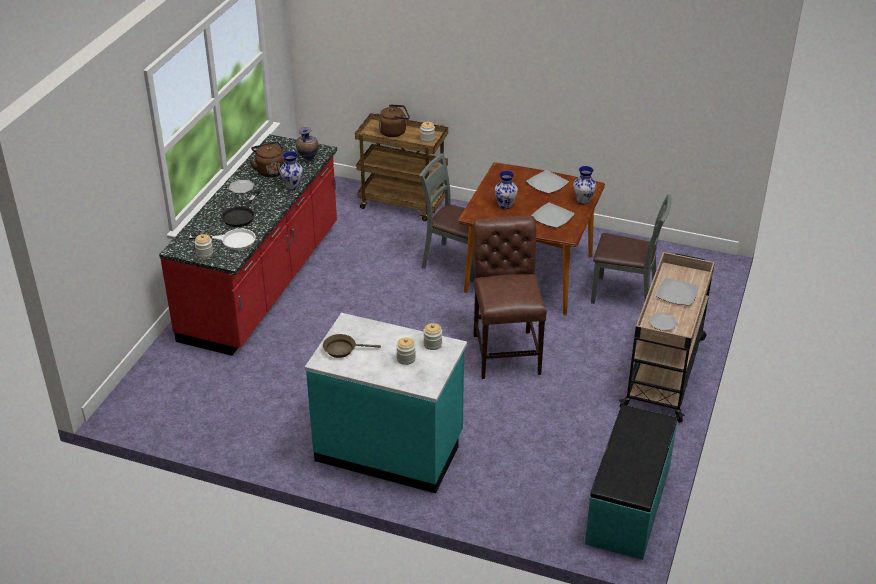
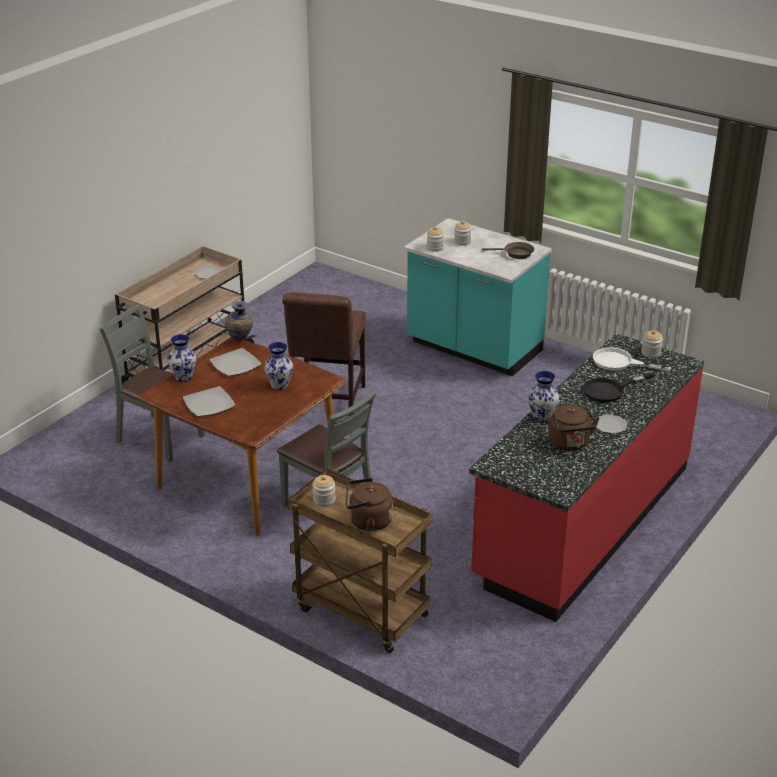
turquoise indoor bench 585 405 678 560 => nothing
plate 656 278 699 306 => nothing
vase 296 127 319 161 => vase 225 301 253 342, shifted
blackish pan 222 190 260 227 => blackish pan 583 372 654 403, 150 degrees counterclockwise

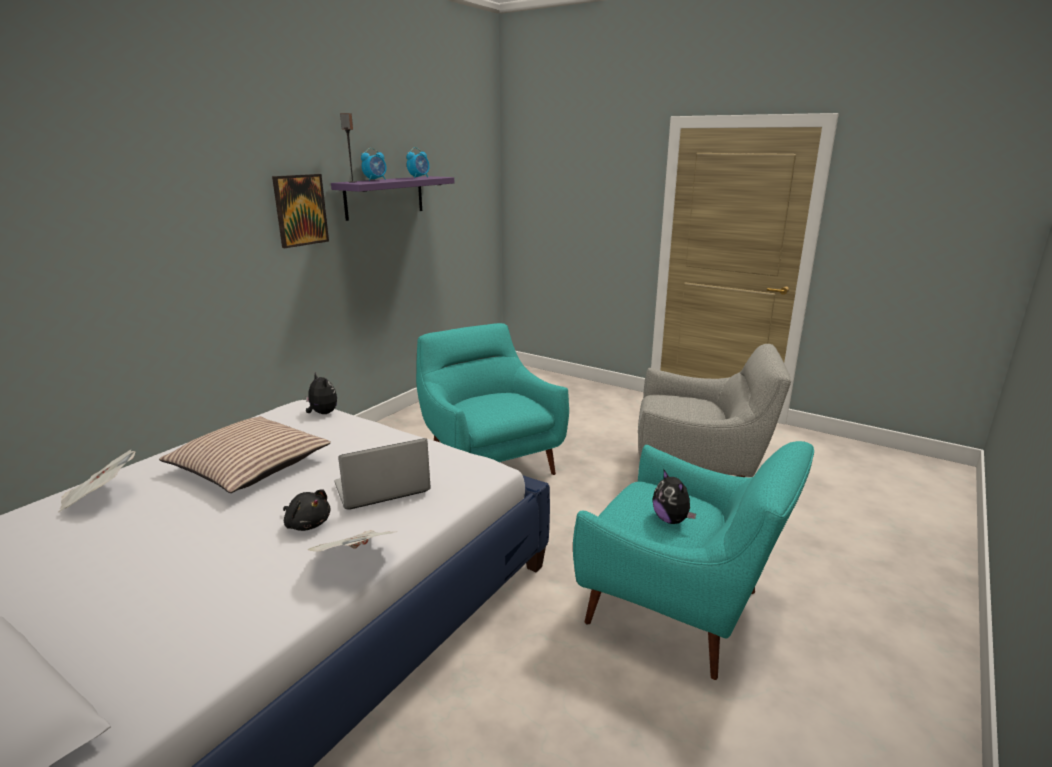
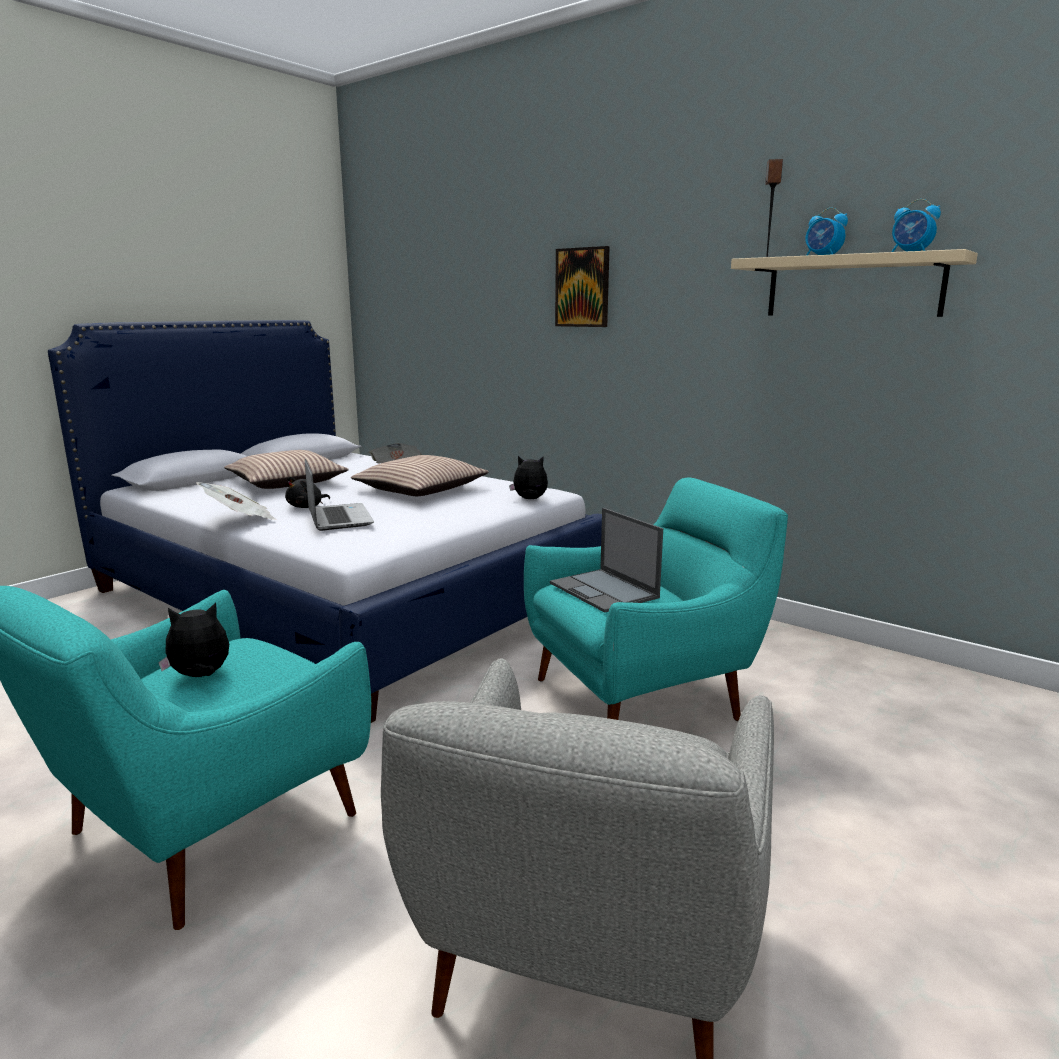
nothing => throw pillow 224 450 349 489
nothing => laptop 550 508 663 613
wall art 272 174 329 248 => wall art 555 246 610 327, shifted
purplish bracket shelf 331 176 454 221 => beige-coloured bracket shelf 731 249 978 317
plush toy 306 372 337 414 => plush toy 509 456 548 499, 135 degrees counterclockwise

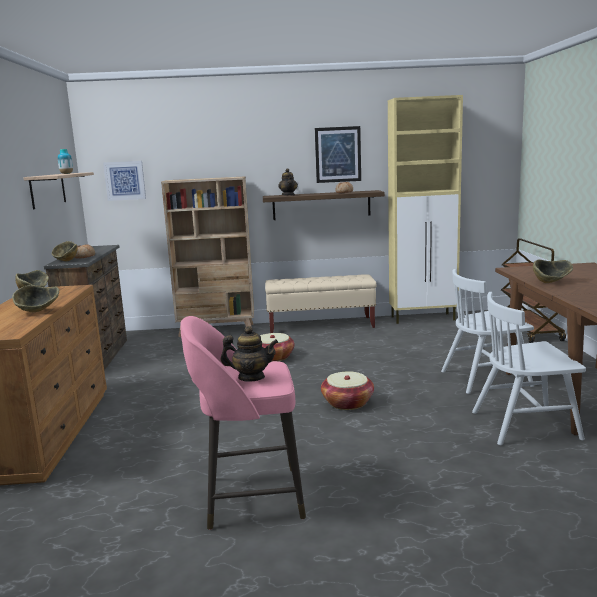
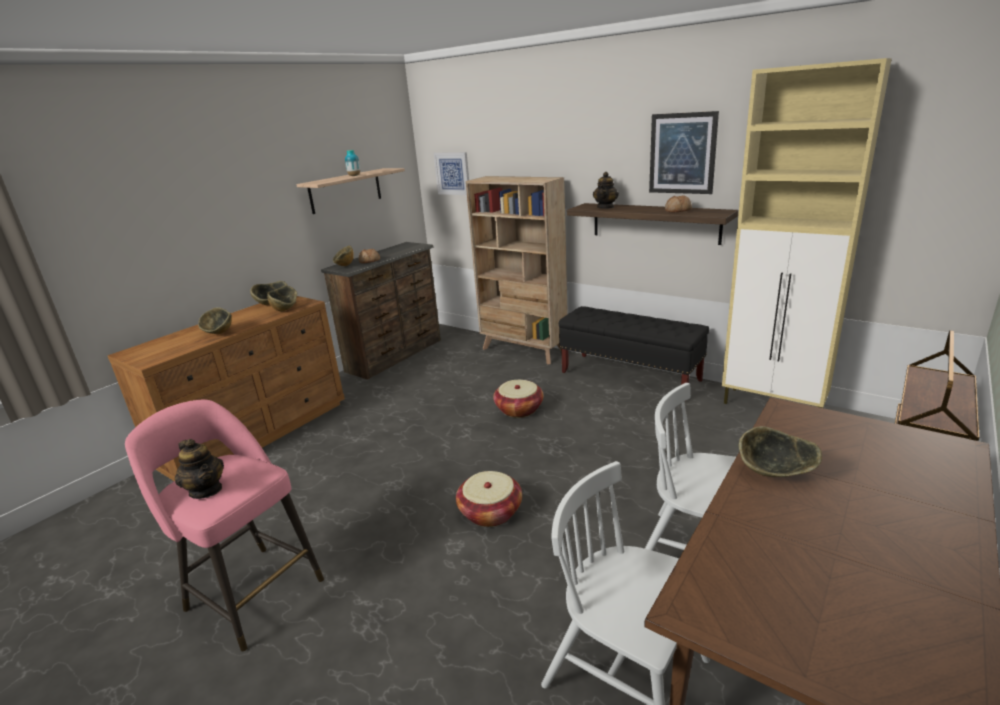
nothing => deep dish 267 286 297 312
beige-coloured indoor bench 265 274 376 333 => blackish indoor bench 559 306 709 385

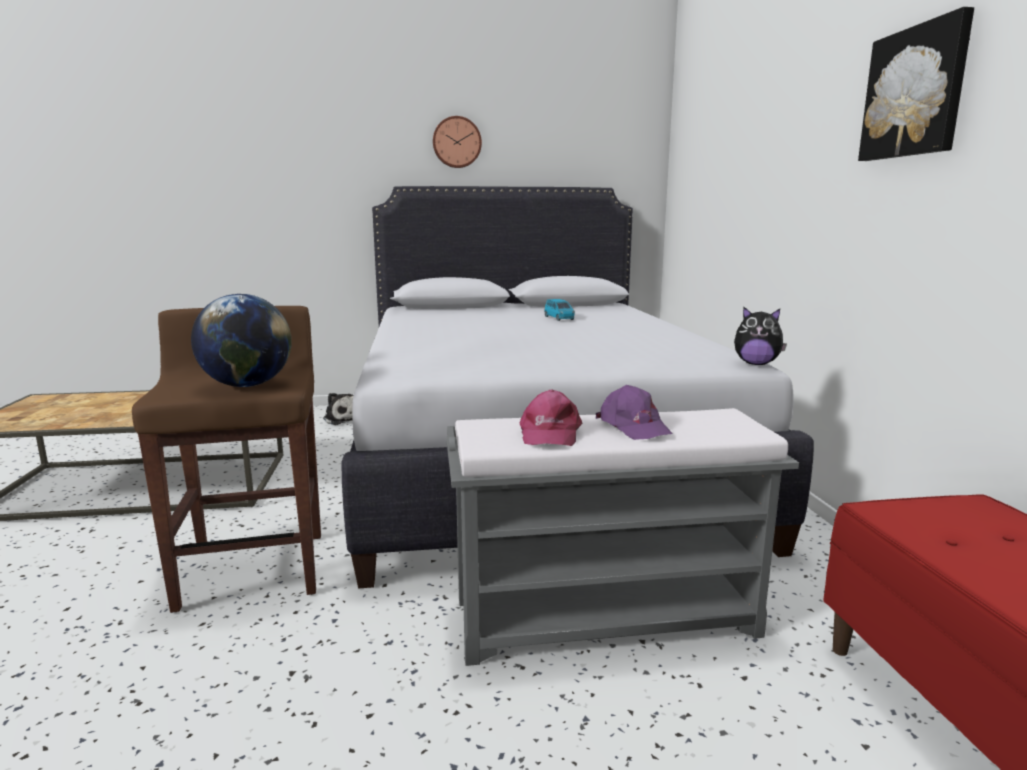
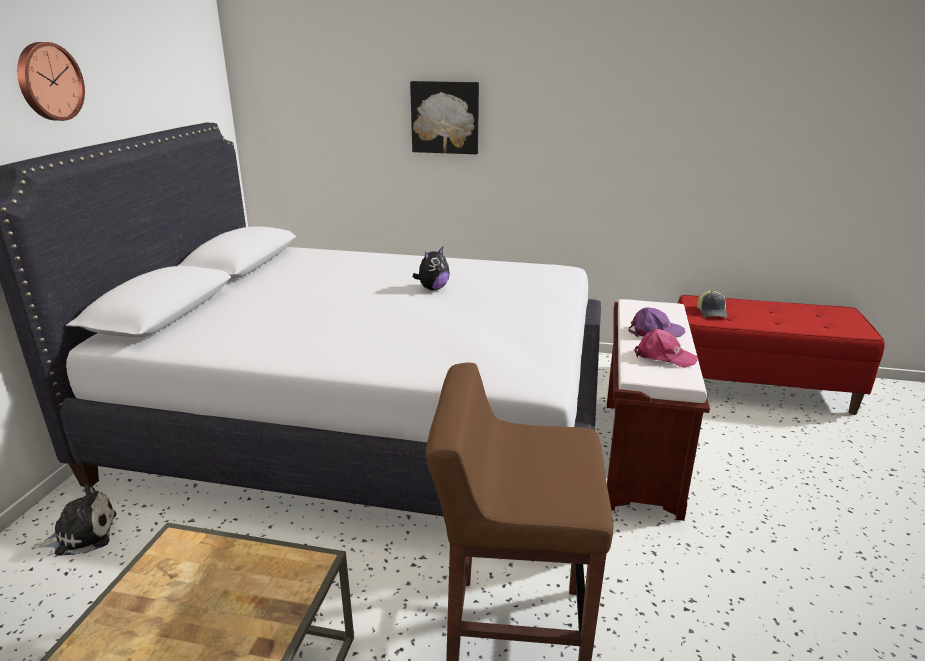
globe 191 294 292 387 => nothing
blue miniature car 545 299 575 321 => nothing
nothing => peaked cap 697 290 728 318
plush toy 734 307 787 365 => plush toy 412 247 450 290, shifted
wall art 858 7 975 161 => wall art 410 81 479 154, shifted
greyish indoor bench 446 408 799 666 => brown indoor bench 607 299 710 521

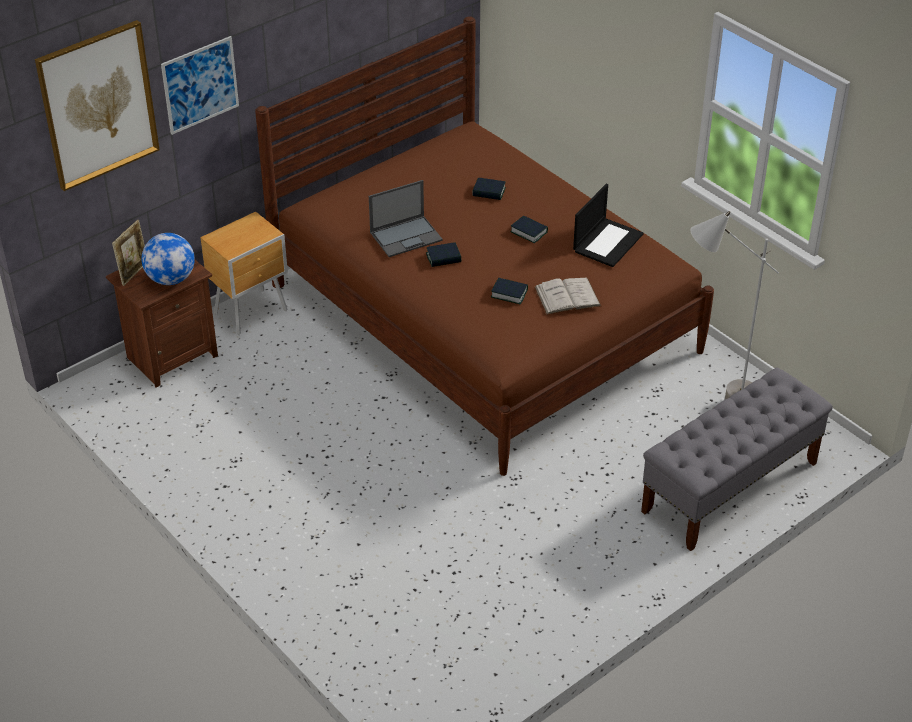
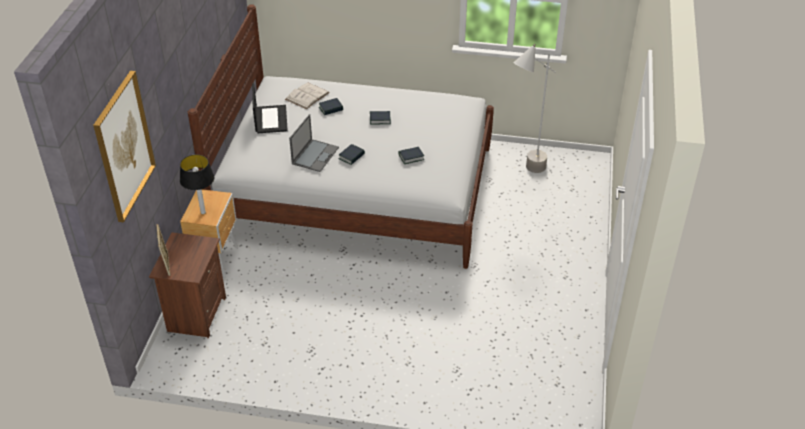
globe 142 233 195 285 => nothing
wall art 161 36 239 135 => nothing
greyish indoor bench 641 368 833 551 => nothing
nothing => table lamp 180 154 214 214
white-coloured book 534 278 601 315 => white-coloured book 285 83 330 109, shifted
laptop 573 184 643 267 => laptop 252 83 288 133, shifted
brown bedroom bed 255 16 714 476 => white-coloured bedroom bed 188 4 494 269

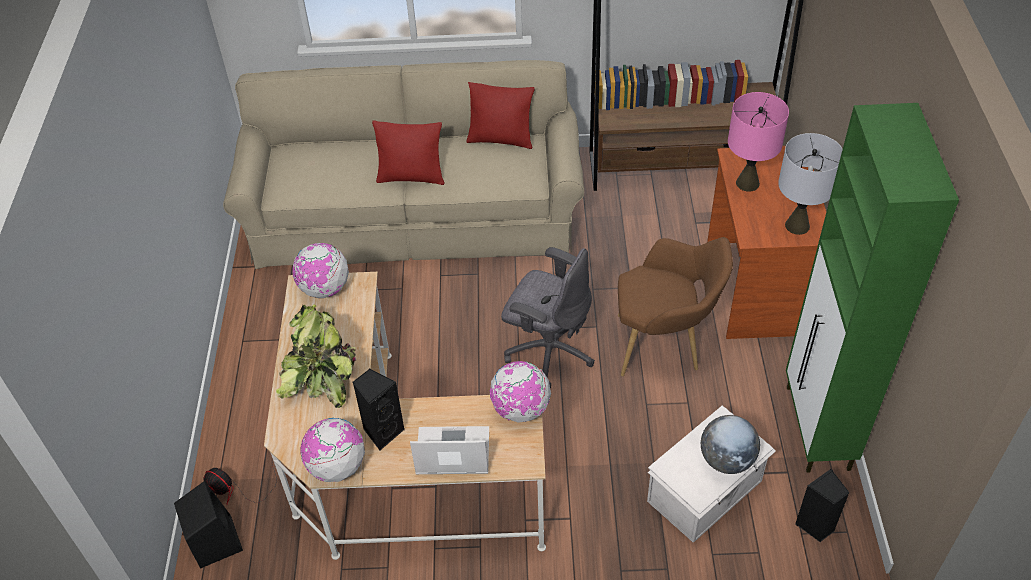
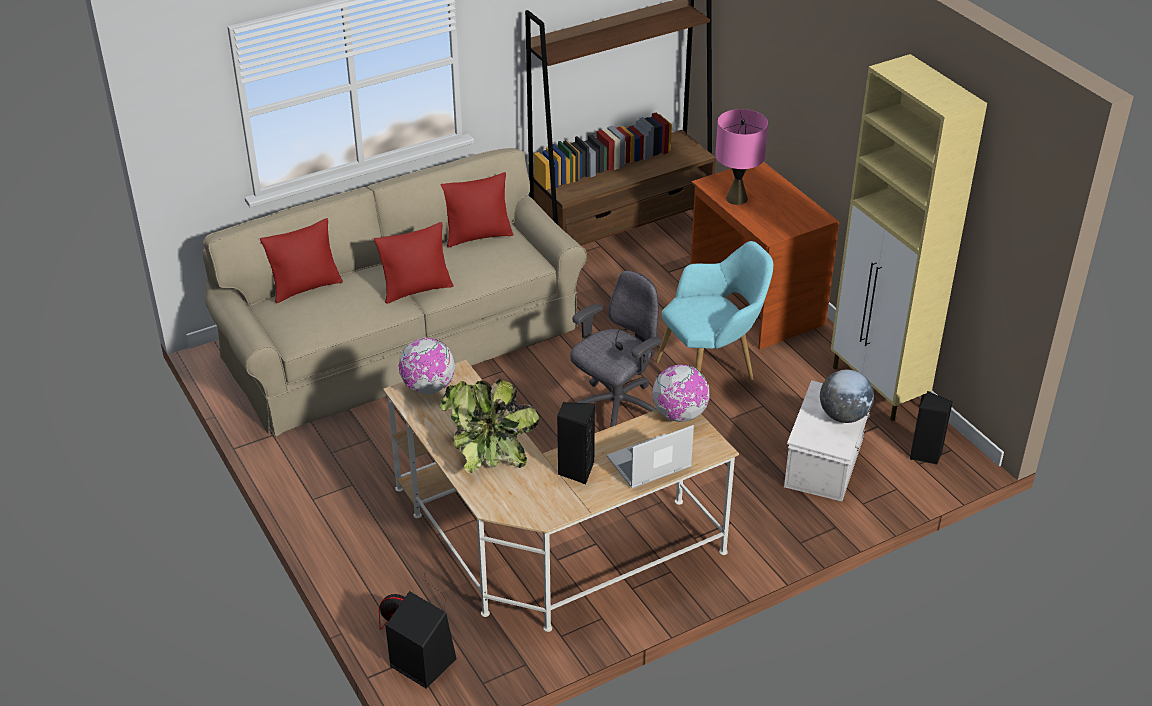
globe 300 418 365 482 => nothing
greyish table lamp 778 133 843 235 => nothing
nothing => reddish throw pillow 260 218 343 303
brown lounge chair 618 237 733 376 => turquoise lounge chair 655 241 773 380
green-coloured storage cabinet 786 103 959 473 => beige-coloured storage cabinet 831 54 987 421
greyish desk chair 501 247 595 388 => greyish desk chair 570 271 662 427, 45 degrees counterclockwise

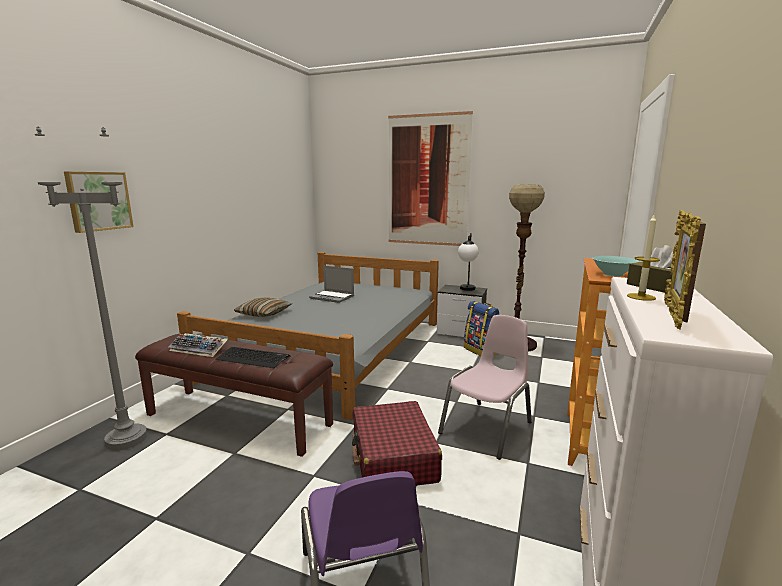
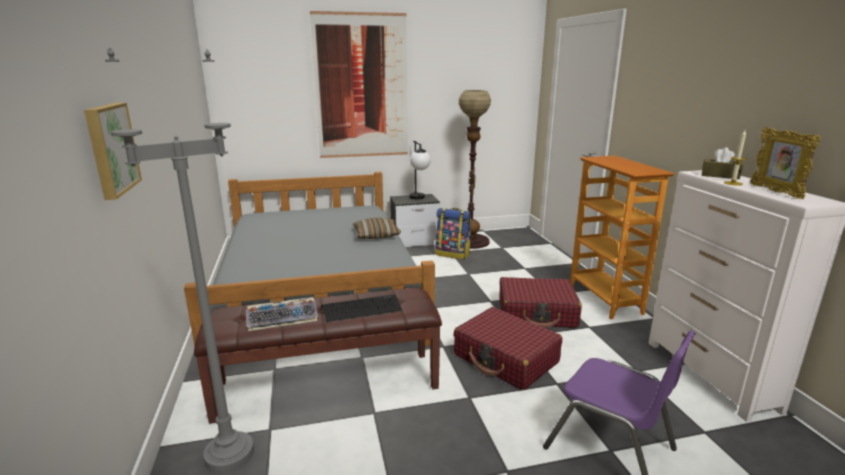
laptop 309 266 354 303 => nothing
turquoise deep dish 593 256 639 276 => nothing
throw pillow 234 298 292 317 => throw pillow 352 218 401 239, shifted
pink-coloured plain chair 438 315 532 460 => reddish suitcase 499 277 582 328

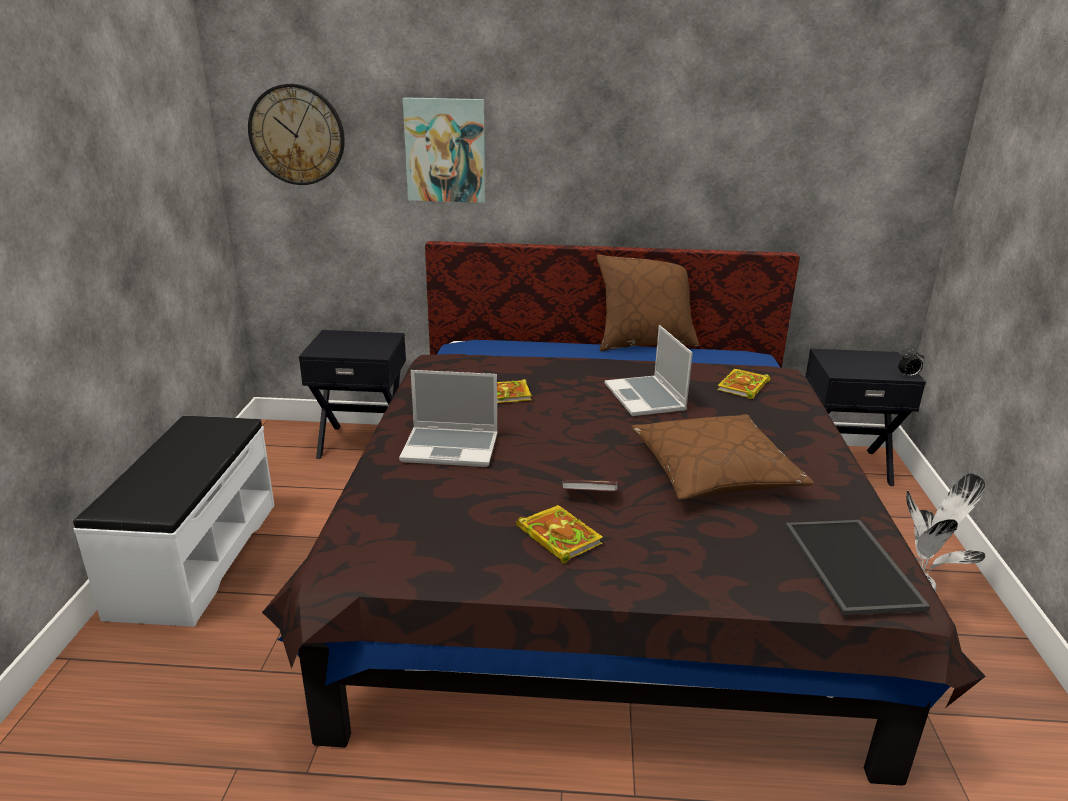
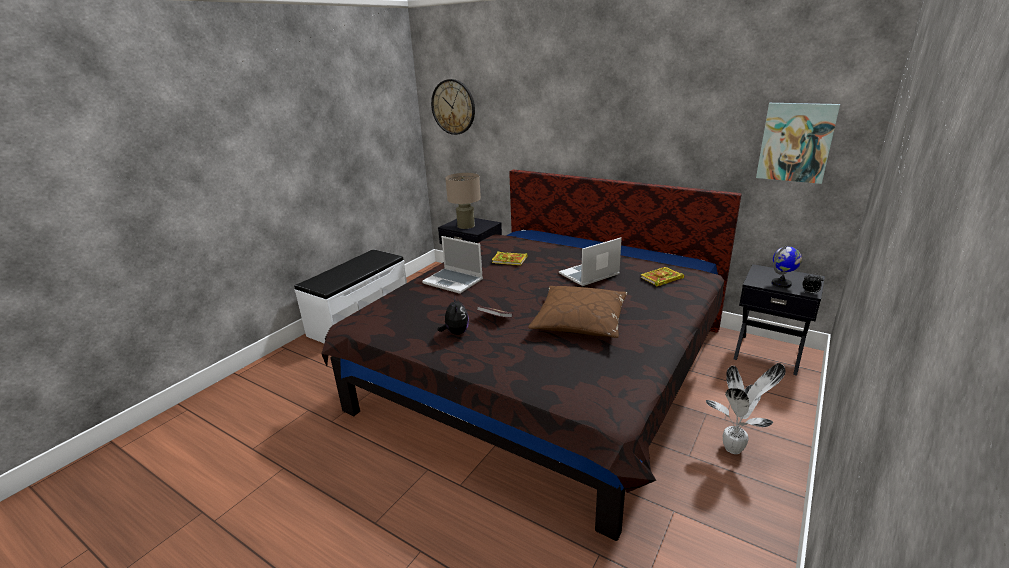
brown throw pillow 597 255 699 351 => nothing
tray 785 520 930 615 => nothing
nothing => beige-coloured table lamp 445 173 481 229
nothing => globe 772 245 802 288
wall art 403 97 485 203 => wall art 756 103 840 184, shifted
book 516 505 603 564 => plush toy 438 297 469 335
laptop 605 325 693 416 => laptop 559 237 622 286, 45 degrees clockwise

